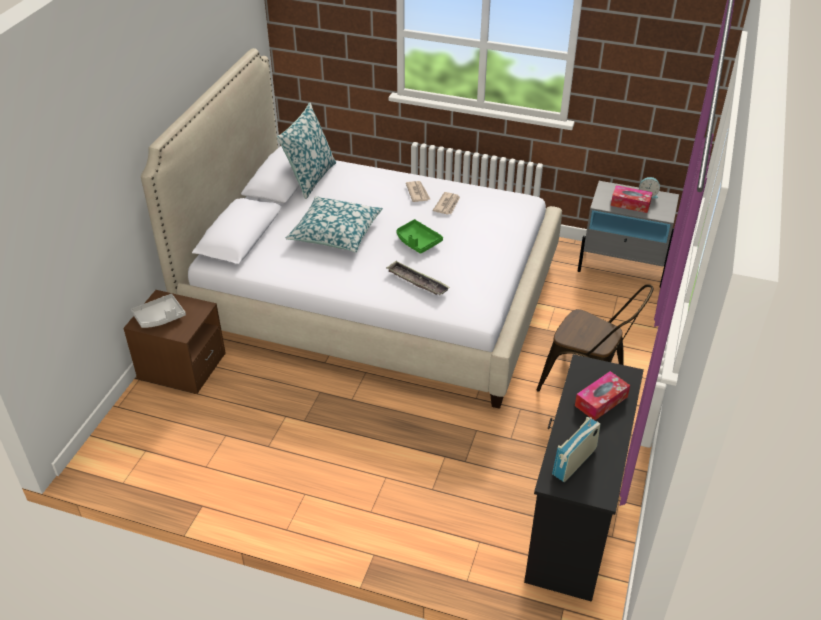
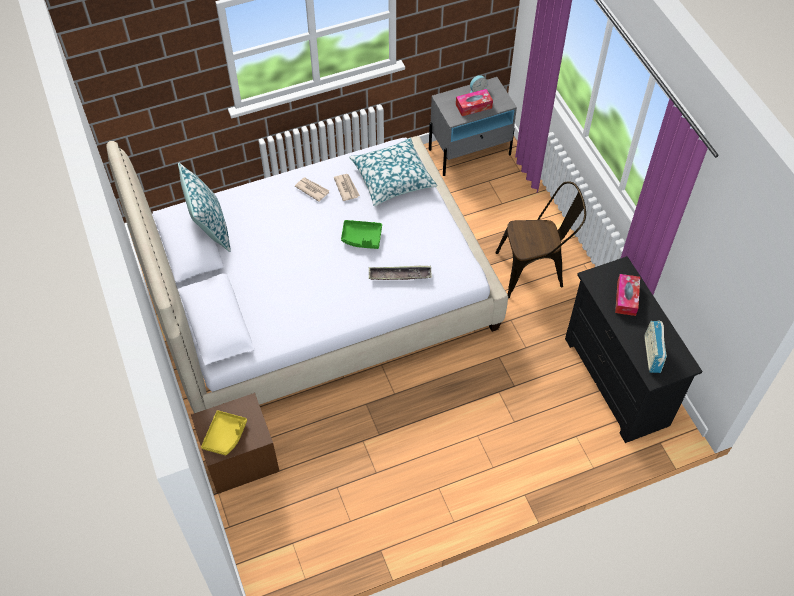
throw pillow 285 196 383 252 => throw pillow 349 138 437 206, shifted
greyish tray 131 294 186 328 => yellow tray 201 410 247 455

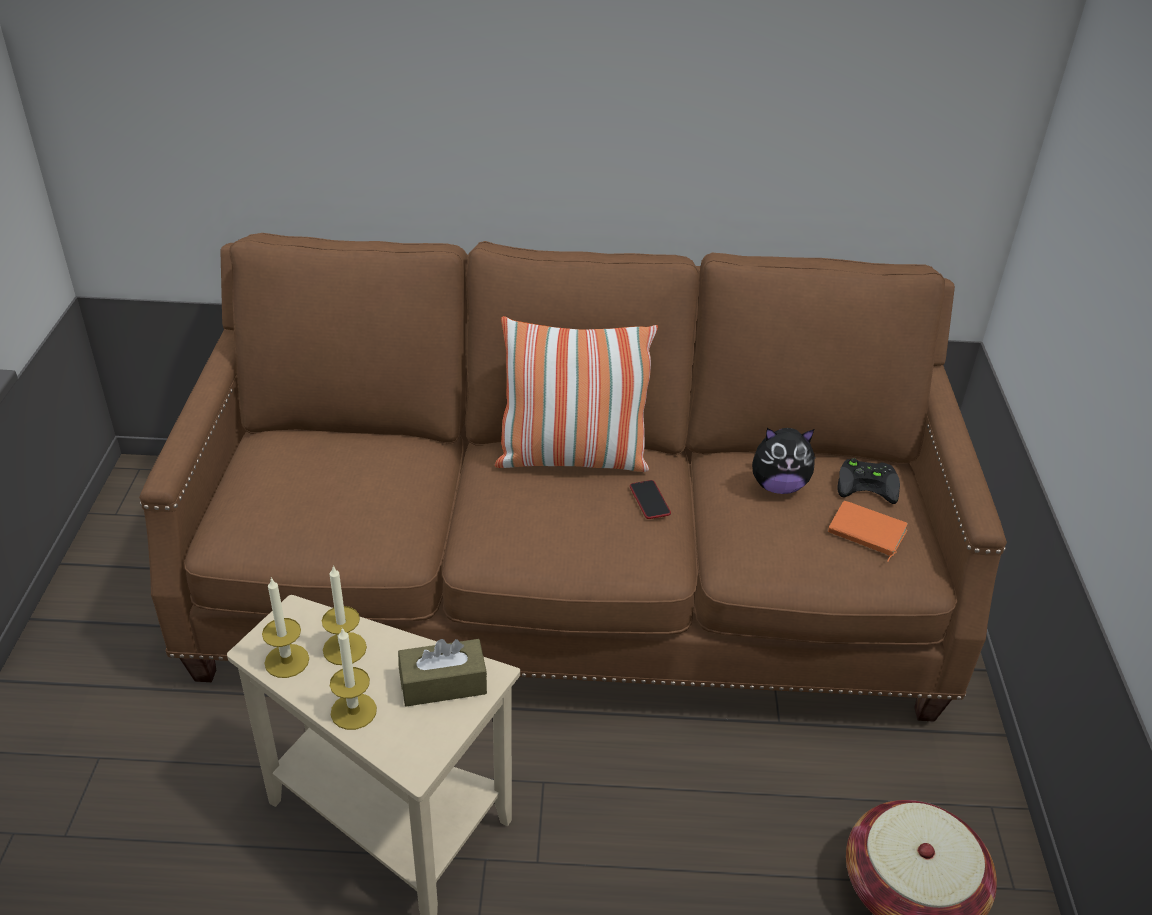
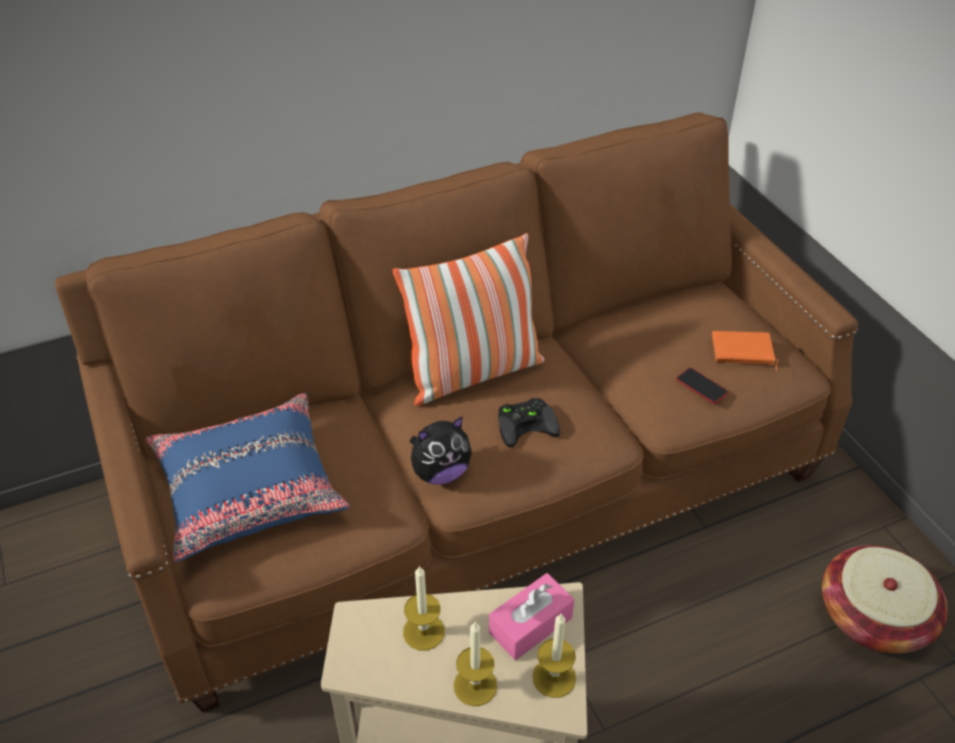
nothing => blue throw pillow 146 393 350 562
wax light 262 577 309 678 => wax light 533 614 576 698, shifted
telephone 630 480 671 519 => telephone 676 368 728 404, shifted
plush toy 752 428 816 494 => plush toy 410 416 472 485, shifted
blackish game controller 837 458 900 504 => blackish game controller 498 398 560 448, shifted
brown tissue box 398 639 487 707 => pink-coloured tissue box 489 573 574 660

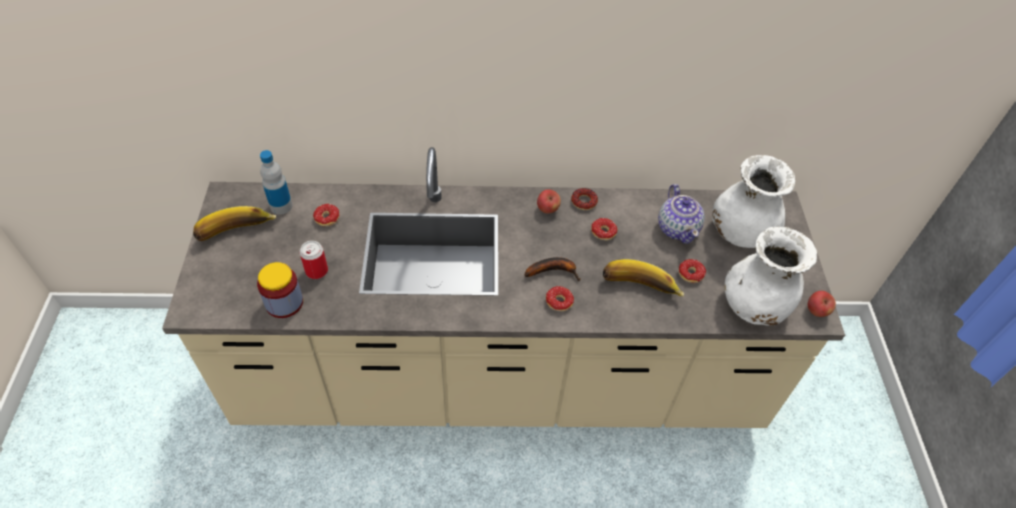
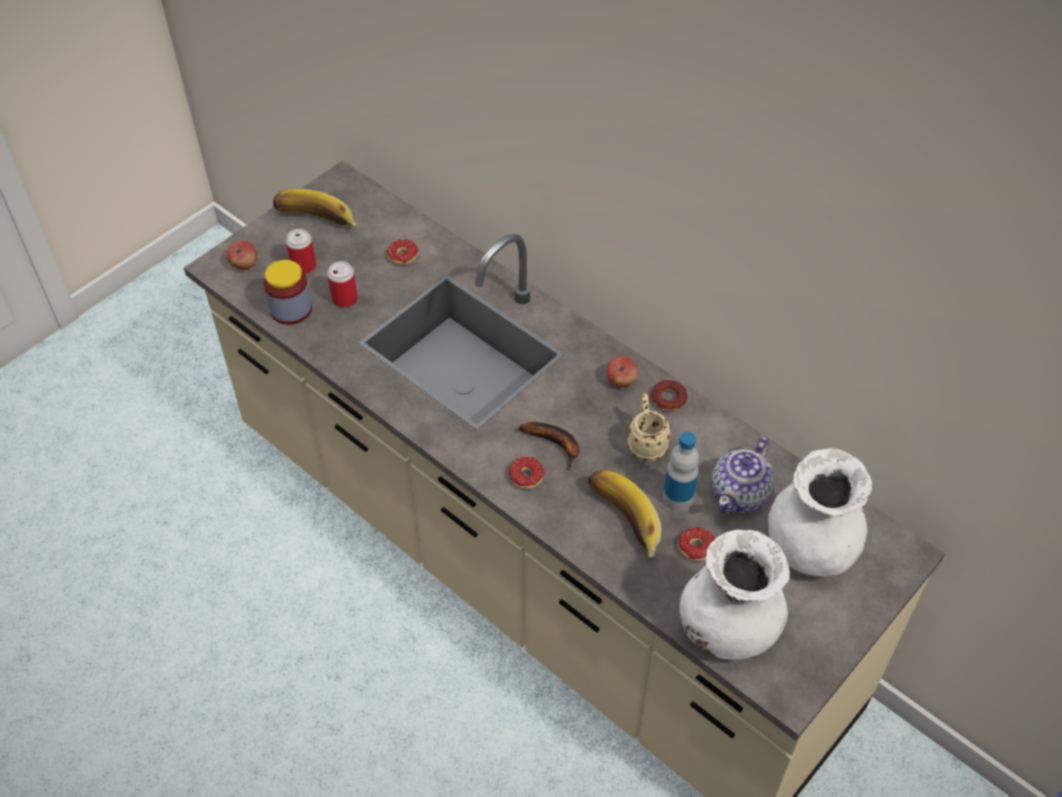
nothing => can 286 229 317 274
beverage bottle 260 150 292 215 => beverage bottle 663 432 699 511, shifted
apple fruit 808 291 836 317 => apple fruit 227 240 257 270, shifted
ring doughnut 591 218 618 240 => beige-coloured mug 628 394 671 462

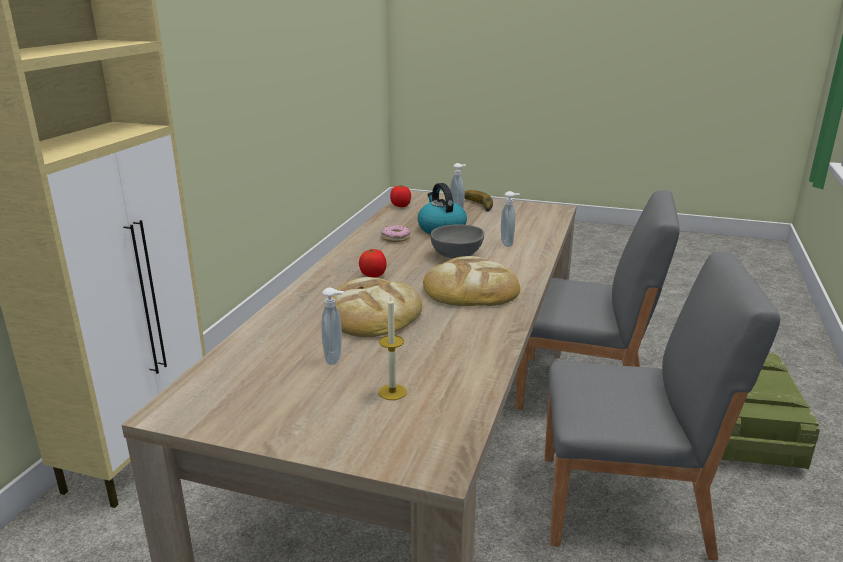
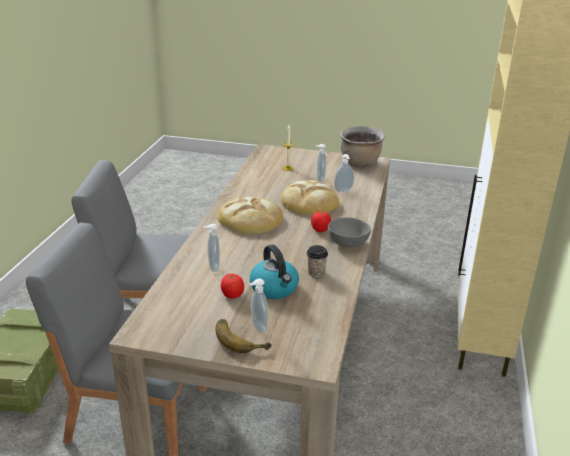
nothing => soap dispenser 334 154 354 192
nothing => brown cooking pot 341 126 385 167
tomato 390 185 411 207 => tomato 221 274 244 299, shifted
greyish deep dish 431 224 484 259 => greyish deep dish 328 217 371 248, shifted
ring doughnut 381 225 410 242 => small cup 307 245 328 277

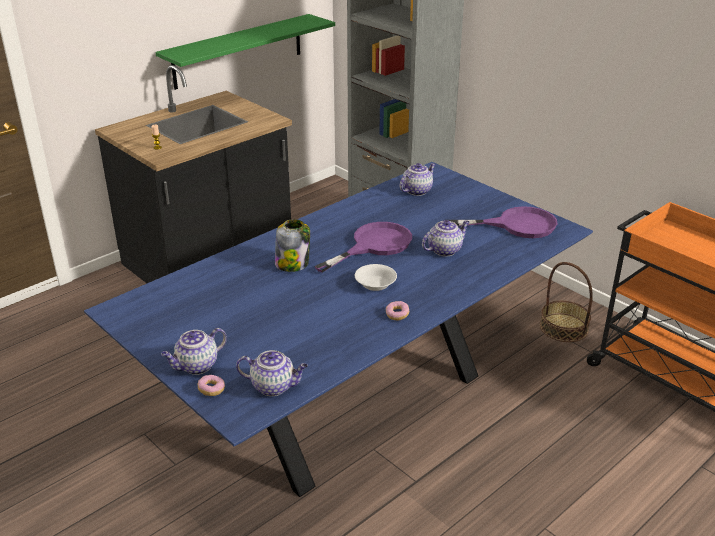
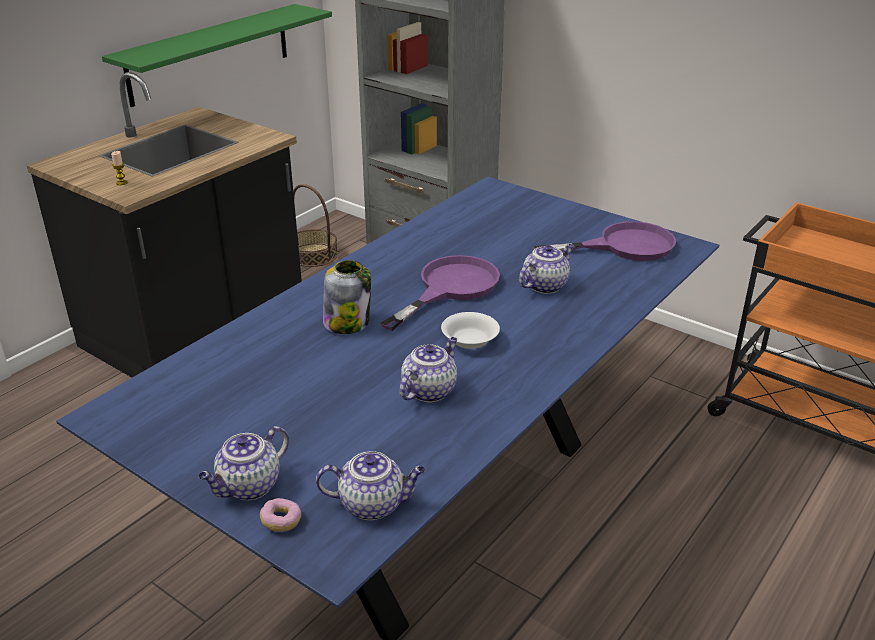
ring doughnut 386 301 409 320 => nothing
teapot 399 163 436 196 => teapot 399 337 457 402, shifted
storage basket 540 262 593 342 => storage basket 293 184 338 267, shifted

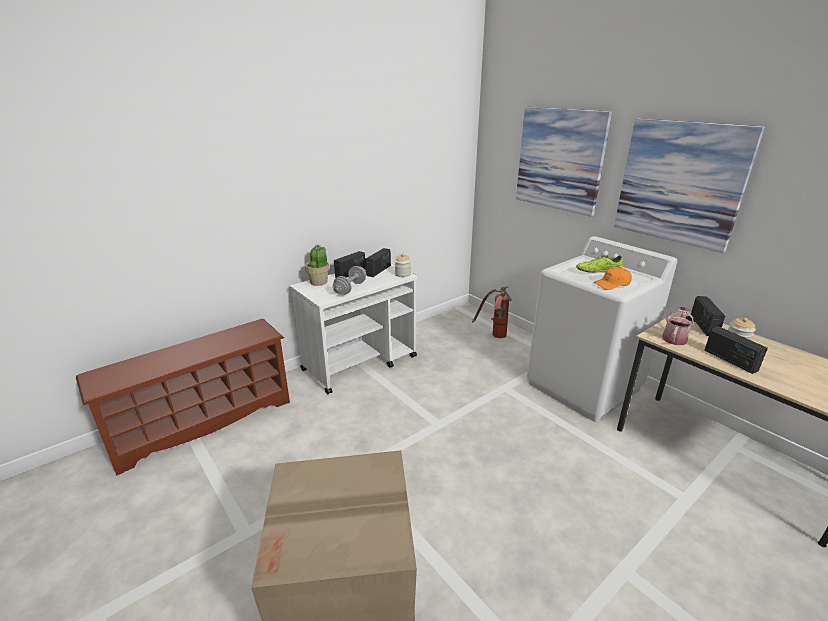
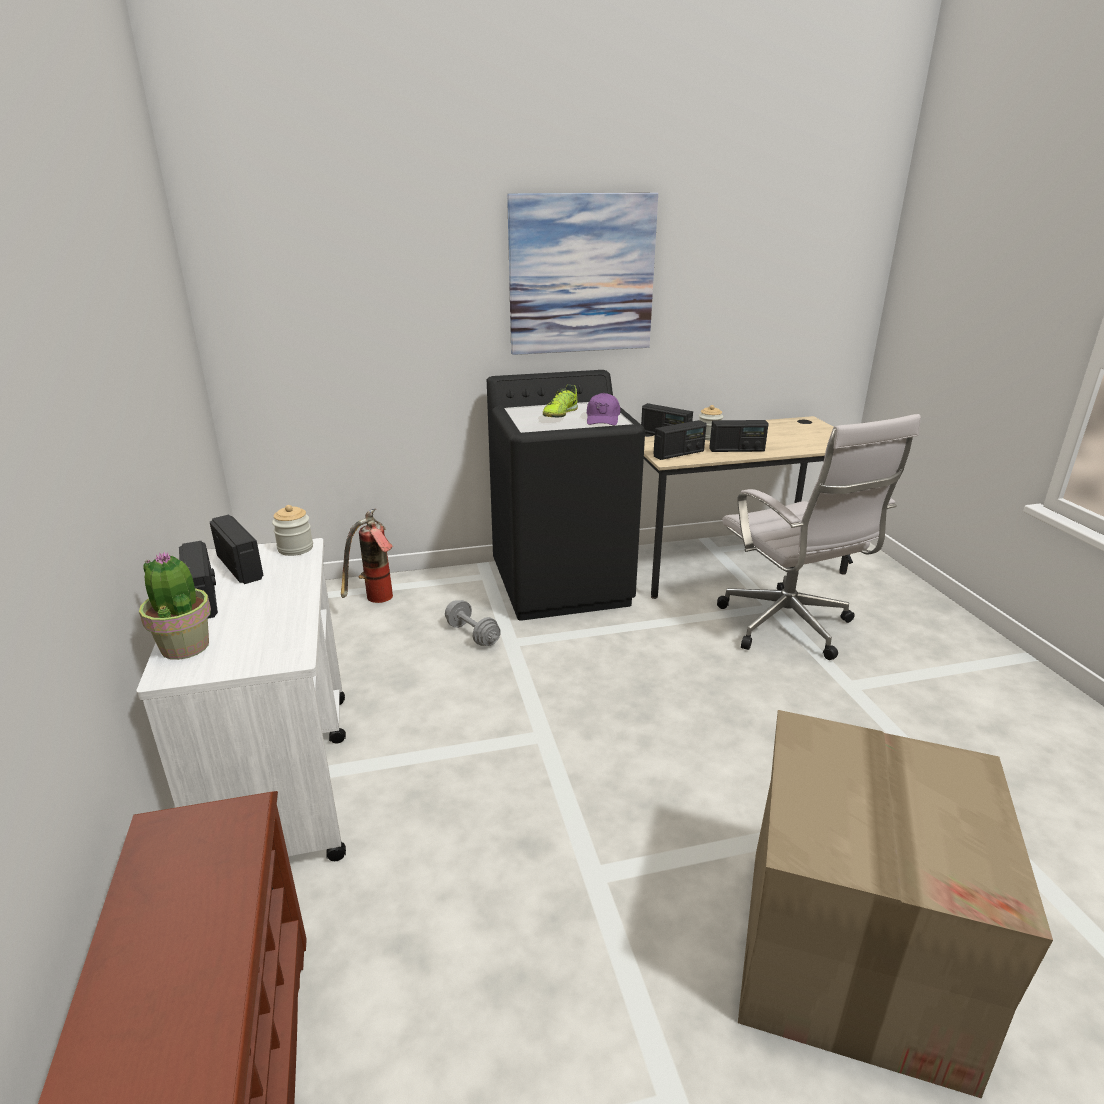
wall art 516 107 612 217 => nothing
nothing => white-coloured desk chair 717 414 921 660
greyish dumbbell 333 266 366 295 => greyish dumbbell 445 600 501 646, shifted
watering can 662 307 694 345 => radio set 653 420 707 460
white-coloured laundry machine 527 236 677 422 => blackish laundry machine 487 370 645 620
orange-coloured peaked cap 593 267 632 290 => purplish peaked cap 587 393 620 426

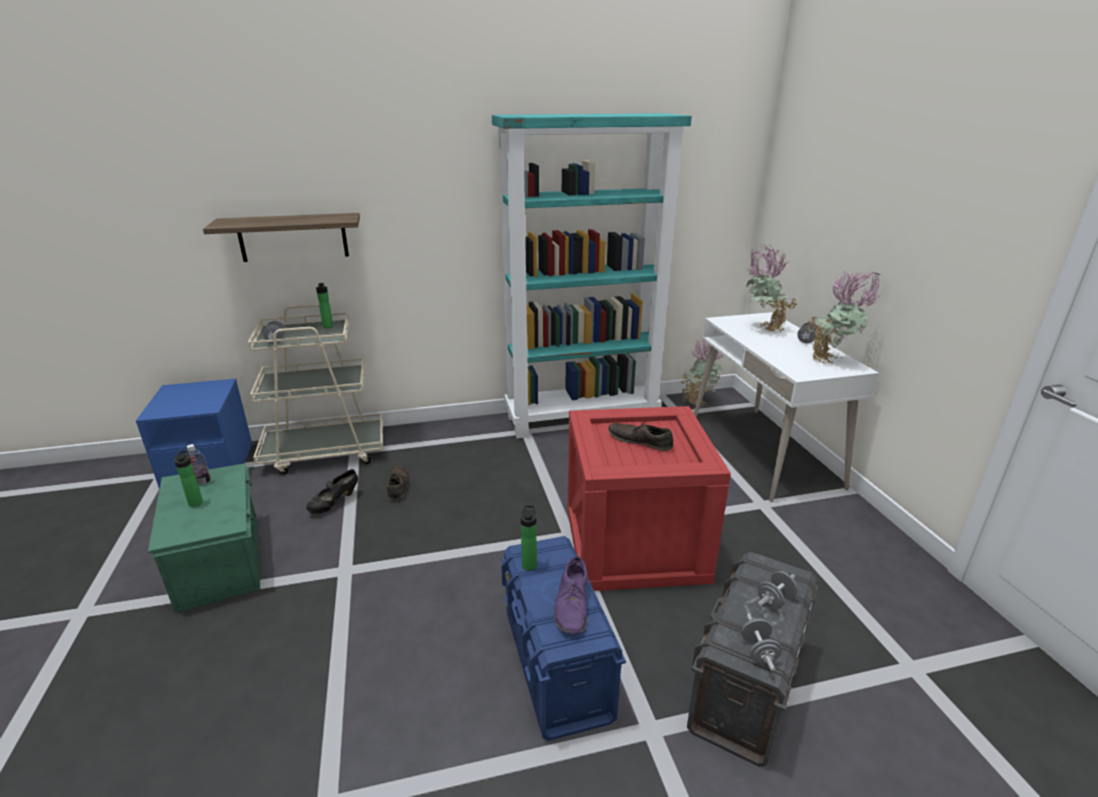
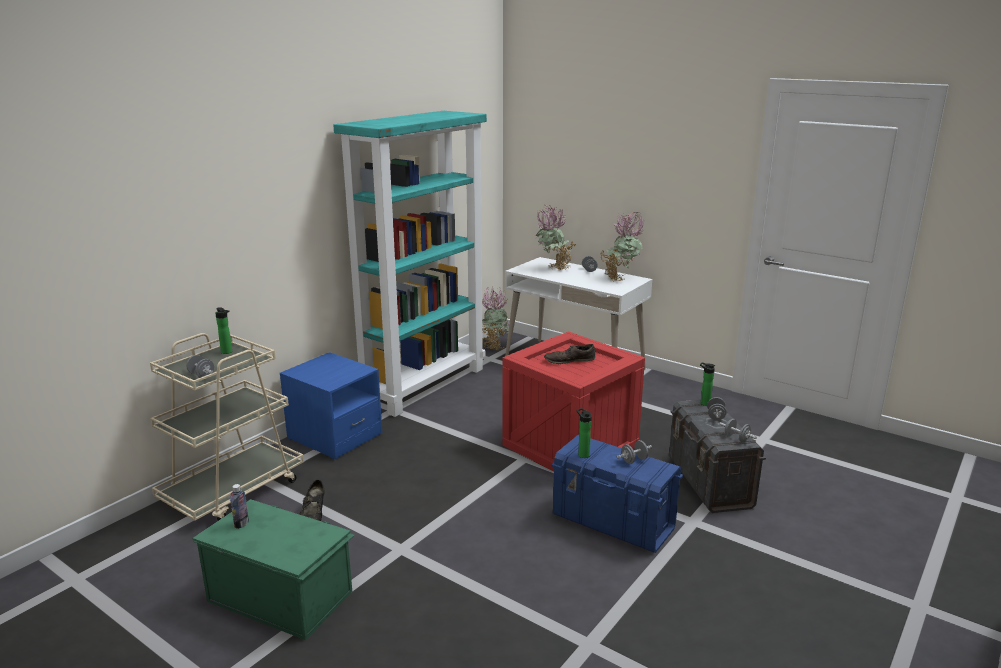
bracket shelf 203 213 360 262 => nothing
brown shoe 387 465 410 500 => nothing
blue night table 136 379 252 489 => blue night table 280 352 382 459, shifted
beverage bottle 174 450 203 507 => beverage bottle 700 362 715 406, shifted
purplish shoe 554 557 588 634 => greyish dumbbell 617 440 652 464

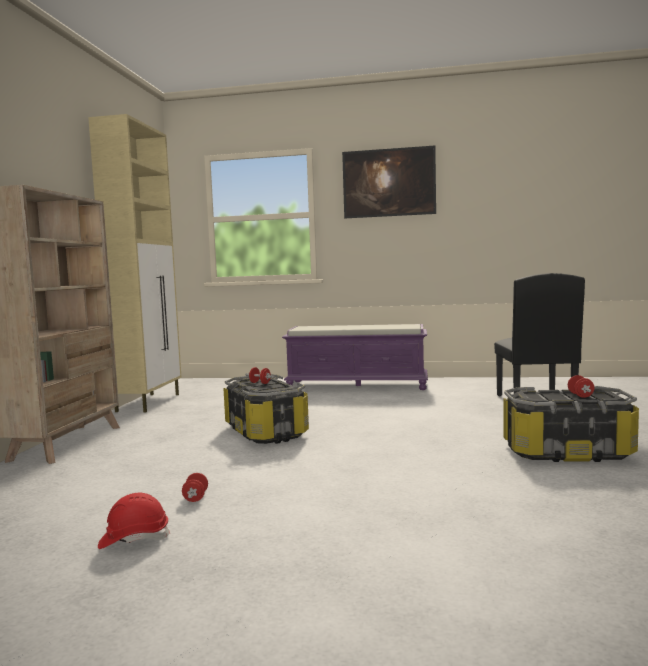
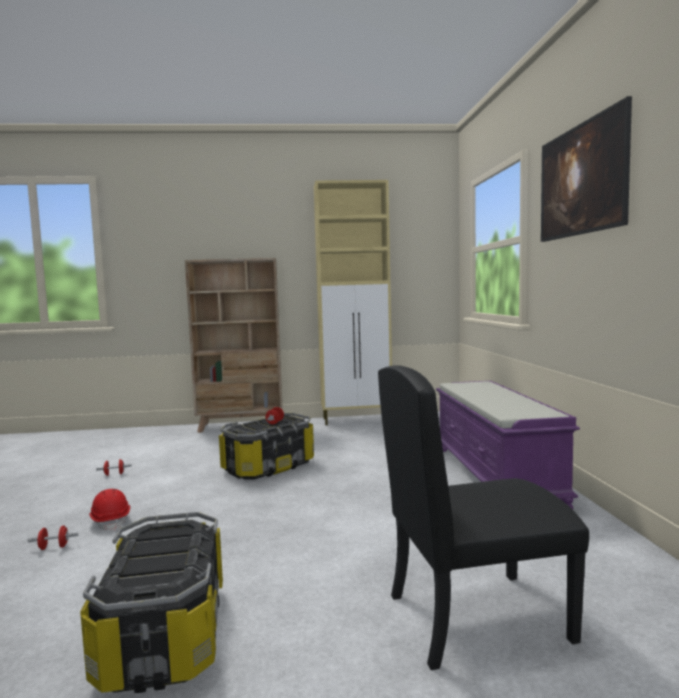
reddish hard hat 98 493 170 549 => reddish hard hat 89 489 130 531, shifted
reddish dumbbell 568 375 594 398 => reddish dumbbell 28 525 78 550, shifted

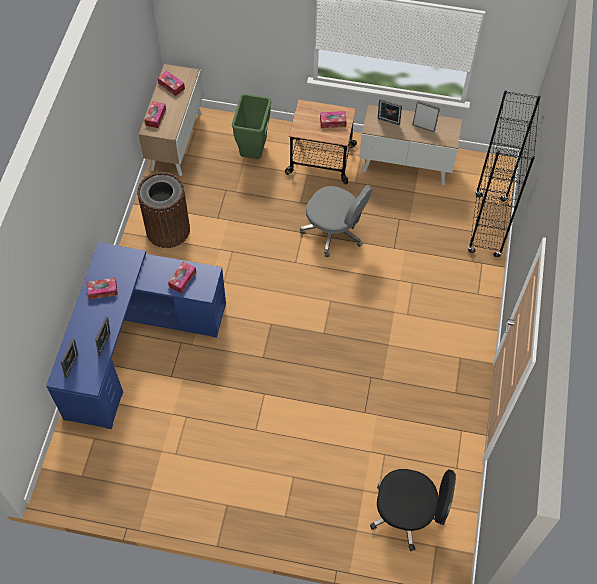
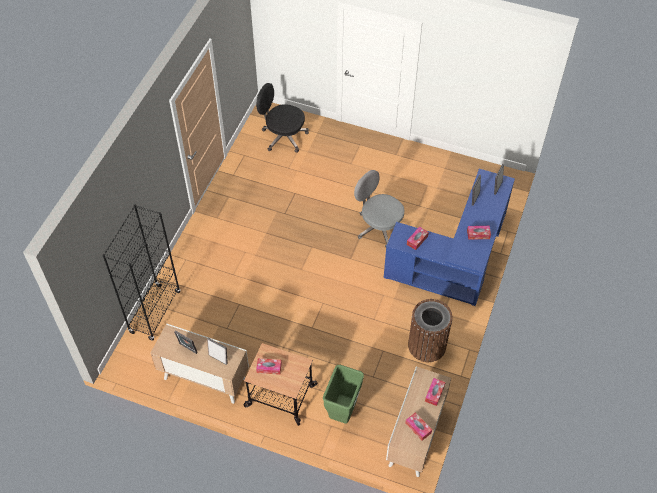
greyish desk chair 300 185 373 257 => greyish desk chair 354 170 404 247, shifted

